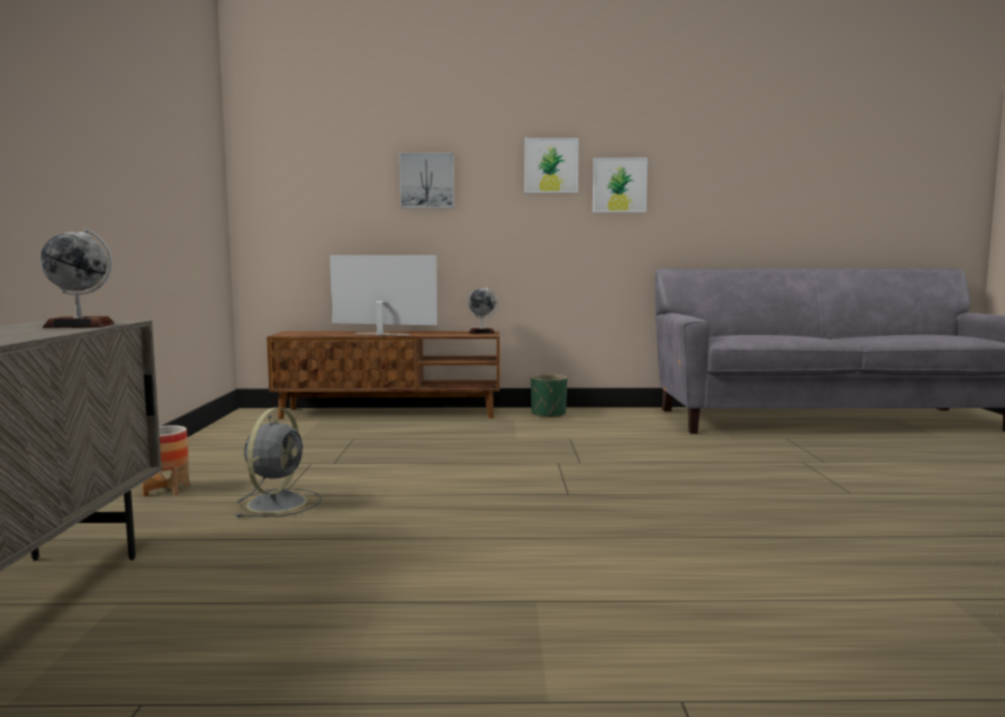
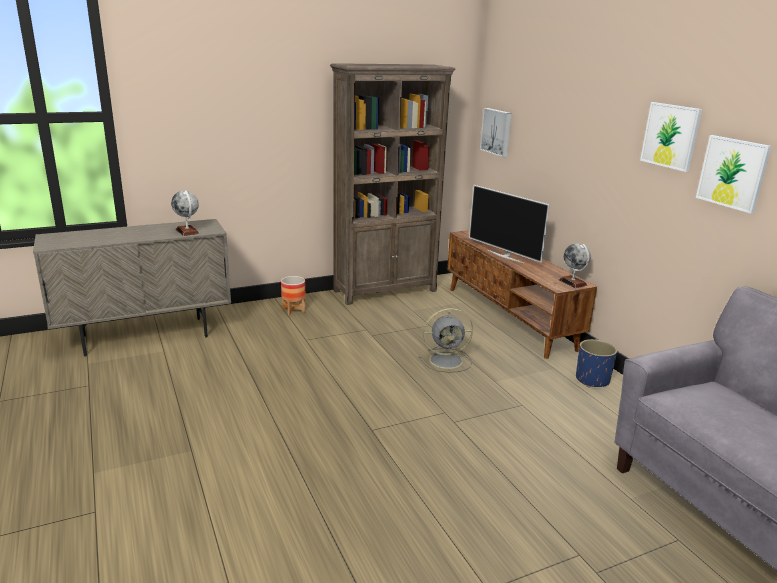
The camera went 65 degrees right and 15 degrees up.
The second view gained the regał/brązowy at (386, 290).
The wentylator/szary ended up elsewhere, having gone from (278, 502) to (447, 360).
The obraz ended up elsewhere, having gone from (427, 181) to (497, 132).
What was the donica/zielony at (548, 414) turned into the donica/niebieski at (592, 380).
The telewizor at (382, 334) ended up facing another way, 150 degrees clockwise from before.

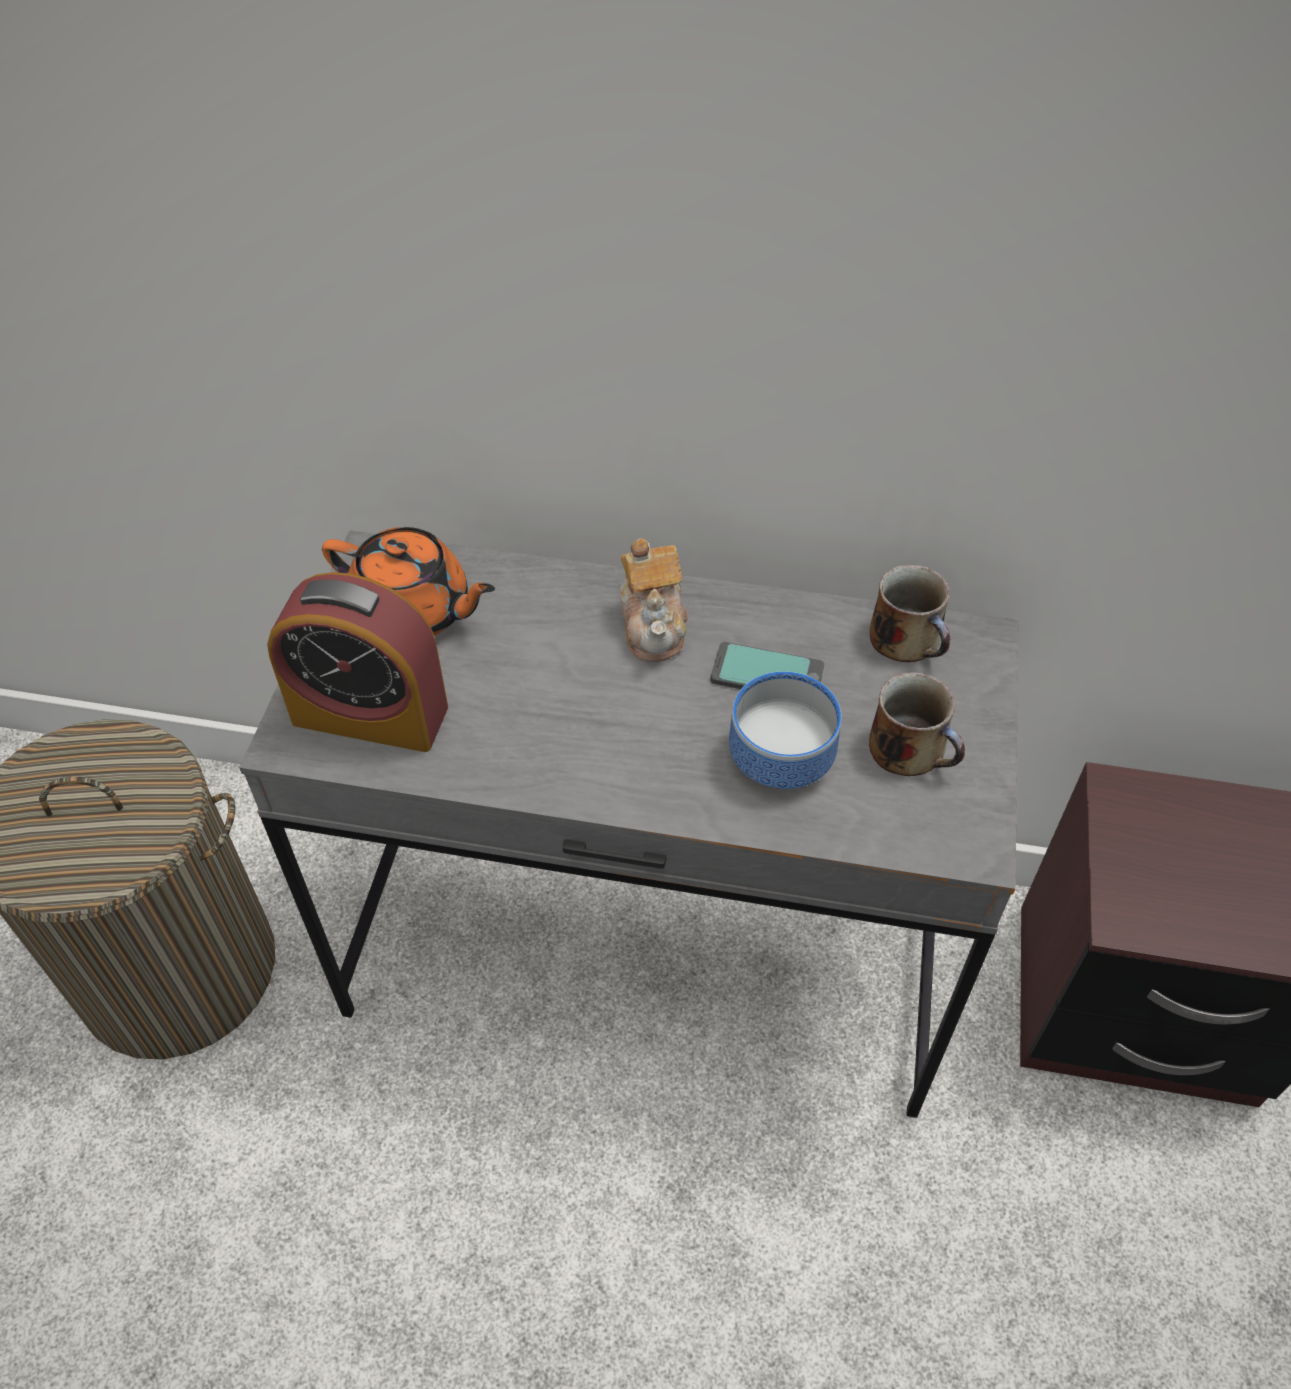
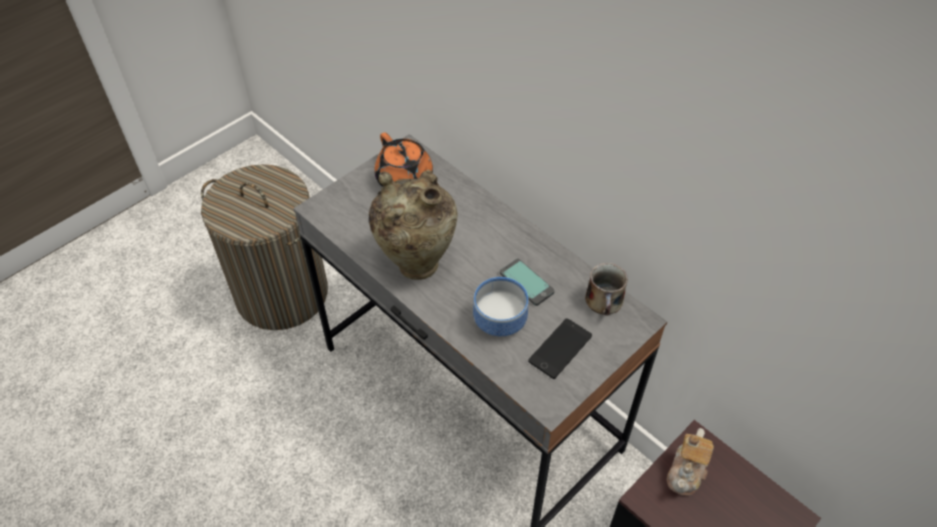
The camera went 35 degrees right and 0 degrees up.
The second view lost the budzik at (370, 714).
The second view gained the wazon/beżowy at (416, 261).
The imbryk ended up elsewhere, having gone from (654, 624) to (687, 471).
Where the kubek stood at (910, 749), the telefon came to stand at (560, 348).

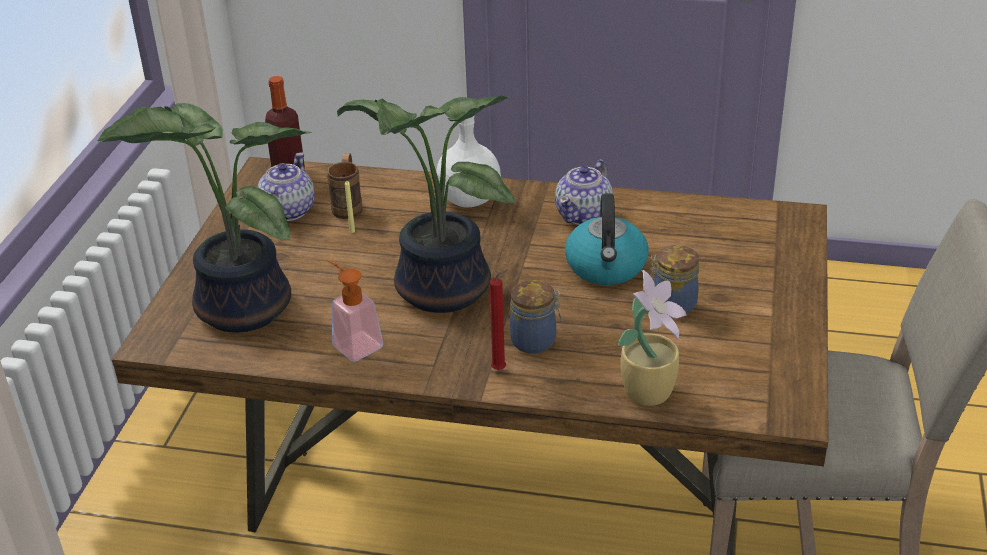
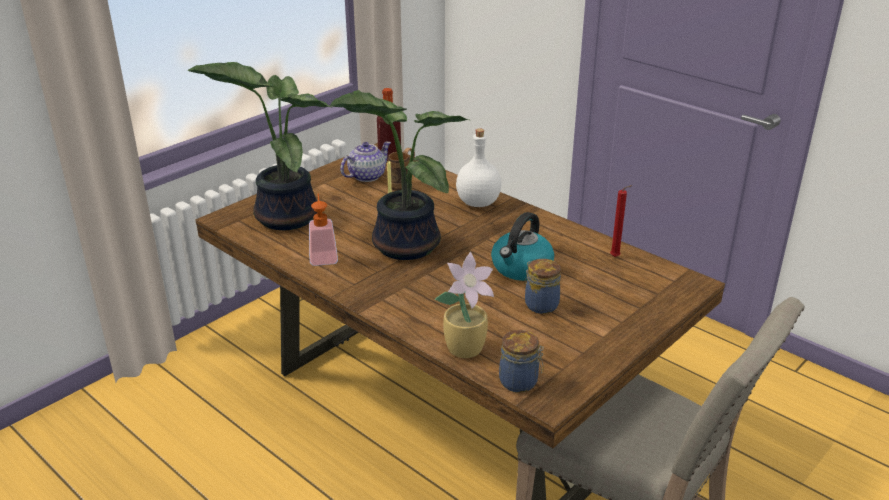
The camera went 30 degrees right and 5 degrees down.
The second view lost the imbryk at (584, 215).
The świeca/czerwony ended up elsewhere, having gone from (501, 369) to (616, 257).
The słoik ended up elsewhere, having gone from (535, 341) to (520, 382).

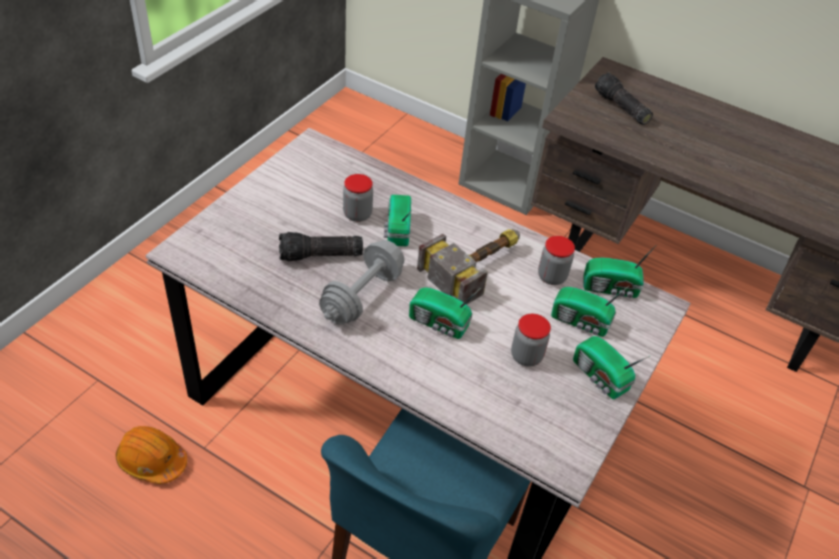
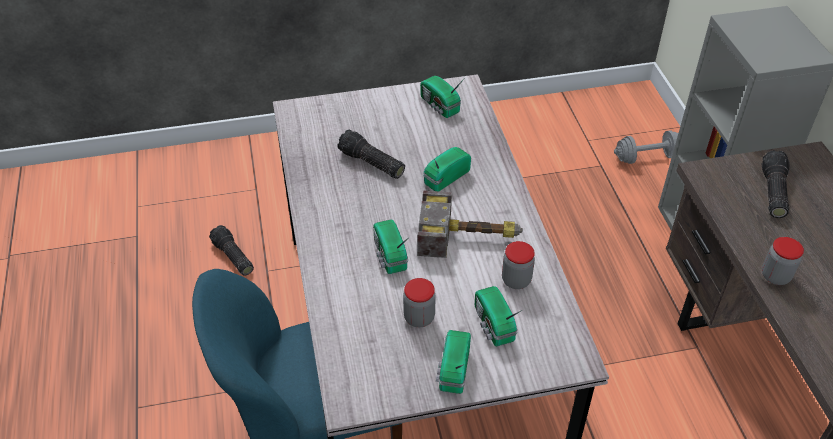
The camera went 50 degrees right and 0 degrees up.
The hantel/szary ended up elsewhere, having gone from (362, 296) to (647, 157).
The słoik ended up elsewhere, having gone from (357, 214) to (775, 276).
The radio ended up elsewhere, having gone from (612, 288) to (439, 106).
Where the kask/pomarańczowy stood at (152, 460), the latarka came to stand at (232, 257).

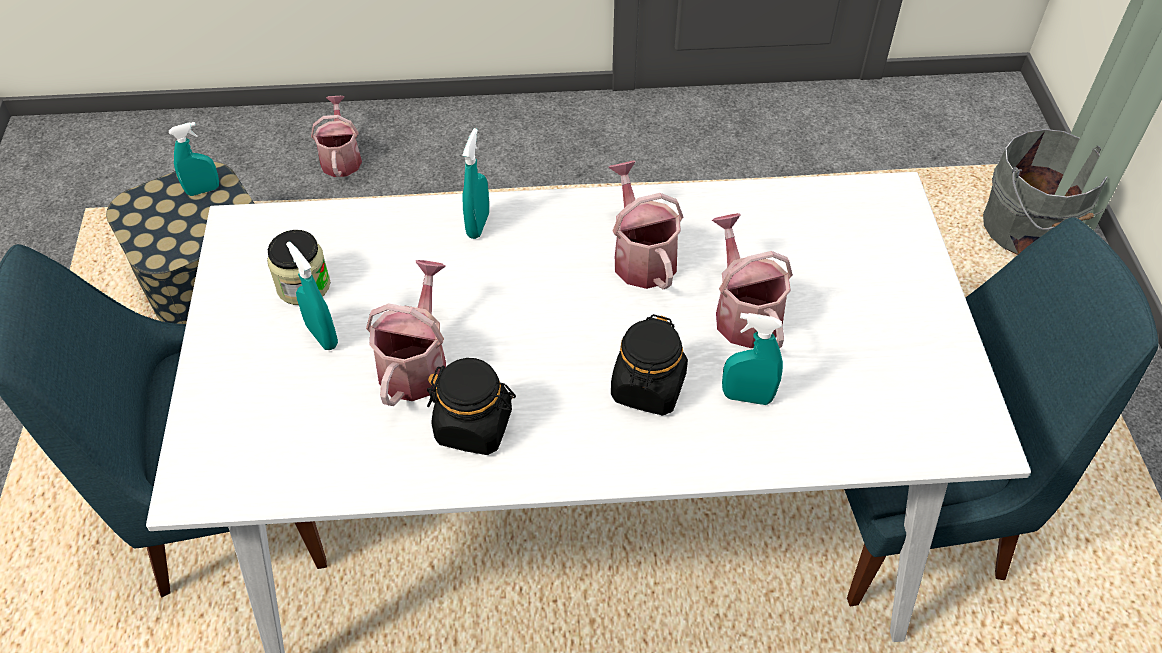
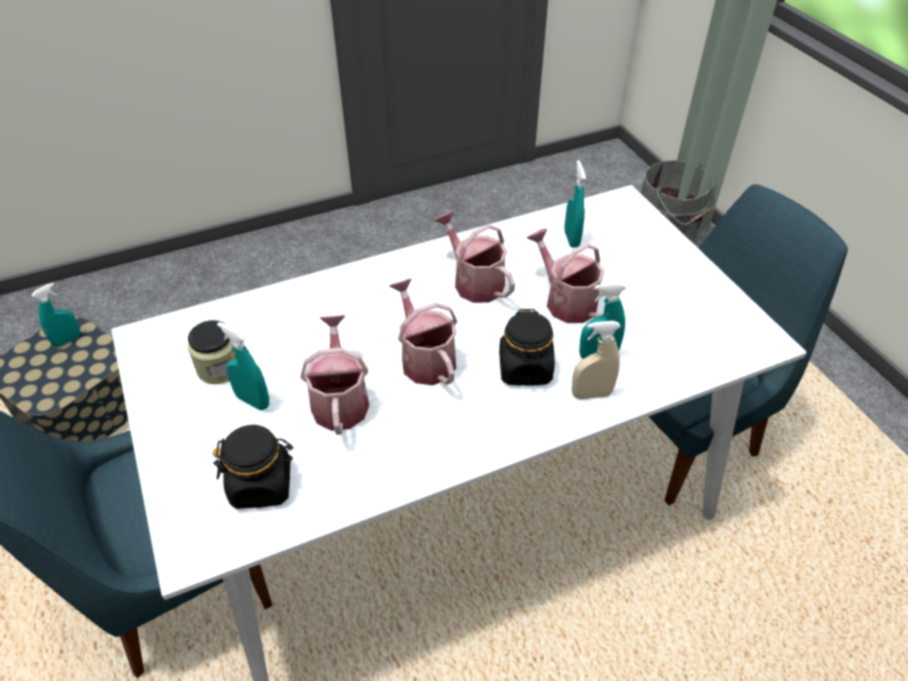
The camera went 20 degrees left and 5 degrees down.
The second view gained the spryskiwacz/beżowy at (591, 394).
The konewka ended up elsewhere, having gone from (341, 158) to (425, 358).
The słoik/czarny ended up elsewhere, having gone from (474, 426) to (262, 485).
The spryskiwacz/turkusowy ended up elsewhere, having gone from (478, 225) to (571, 239).

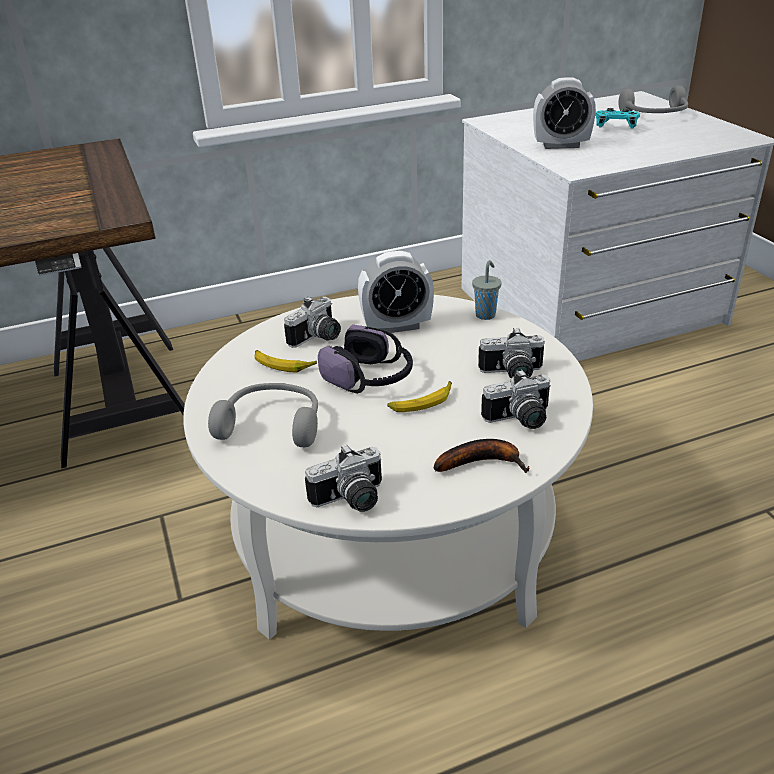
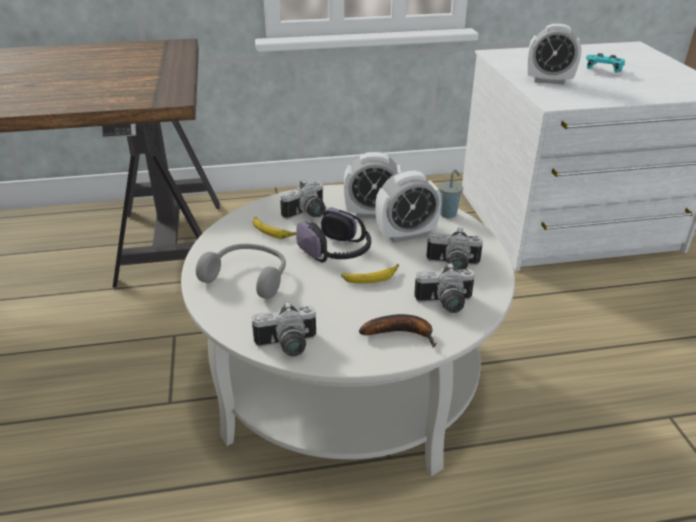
The camera went 10 degrees right and 0 degrees up.
The second view lost the słuchawki/szary at (655, 115).
The second view gained the budzik at (406, 235).

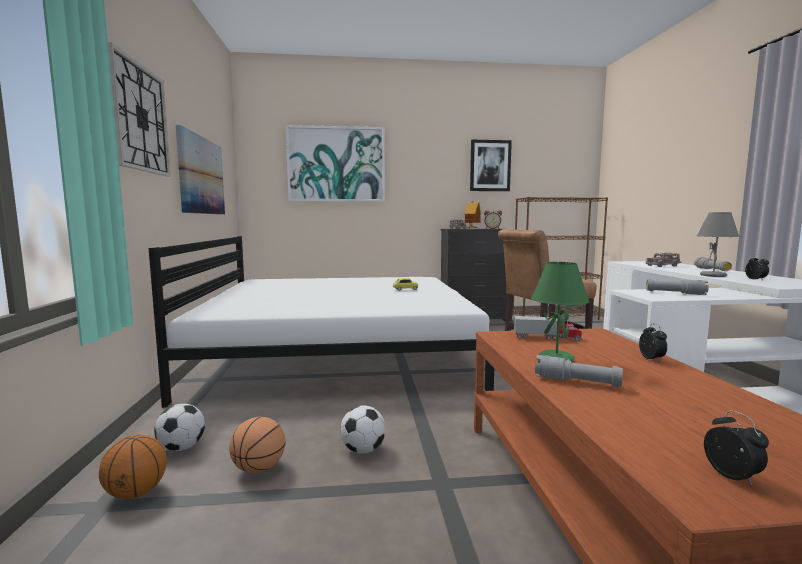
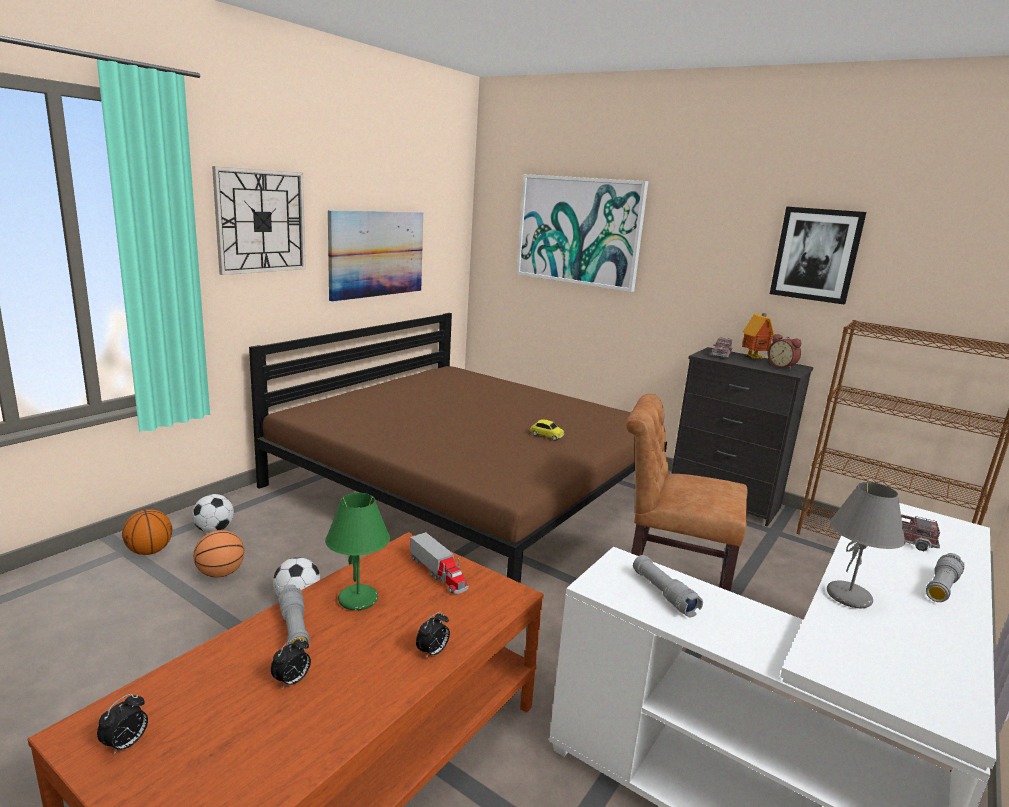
The camera went 40 degrees right and 10 degrees up.
The budzik ended up elsewhere, having gone from (756, 280) to (292, 681).
What was the łóżko/biały at (338, 352) turned into the łóżko/brązowy at (467, 486).

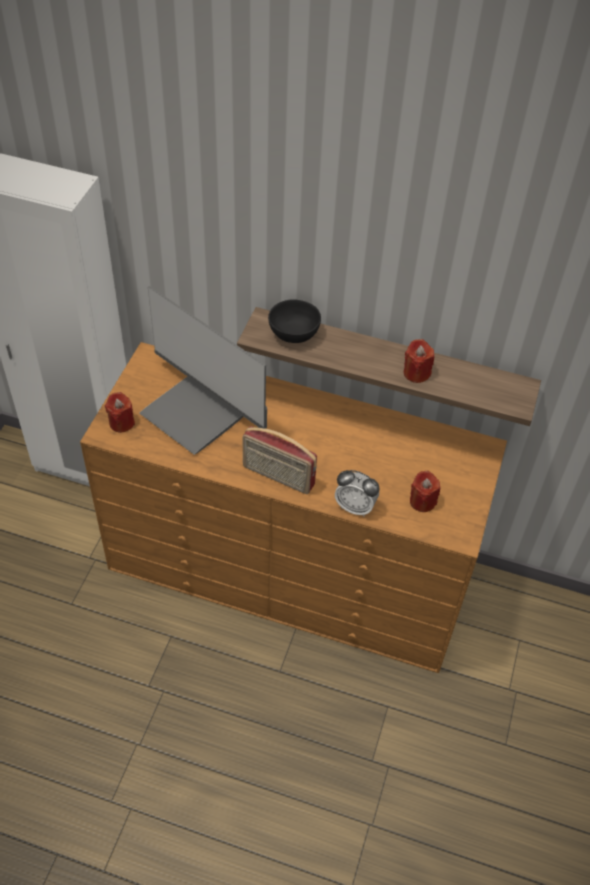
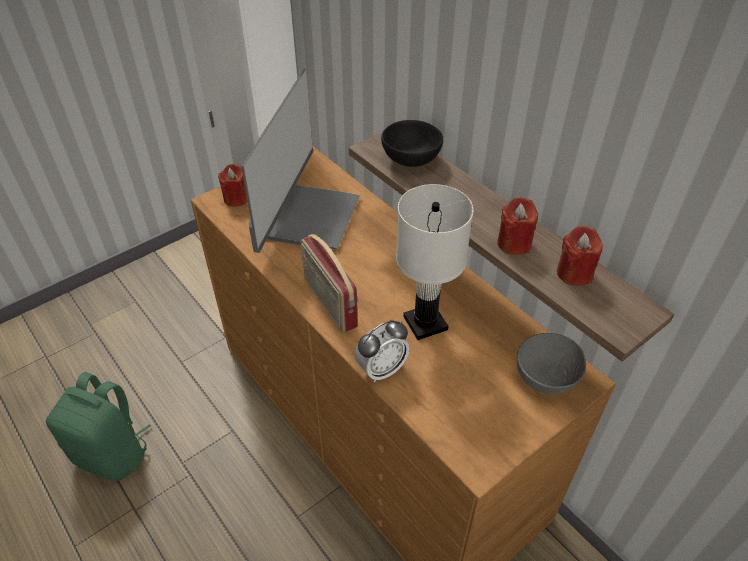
The camera went 35 degrees right and 5 degrees down.
The second view gained the plecak/zielony at (113, 453).
The second view gained the lampa stołowa/biały at (425, 322).
The second view gained the miska/szary at (548, 377).
The świeca/czerwony ended up elsewhere, having gone from (422, 501) to (574, 273).
The monitor at (197, 412) ended up facing another way, 150 degrees counterclockwise from before.
The budzik at (355, 507) ended up facing another way, 90 degrees counterclockwise from before.

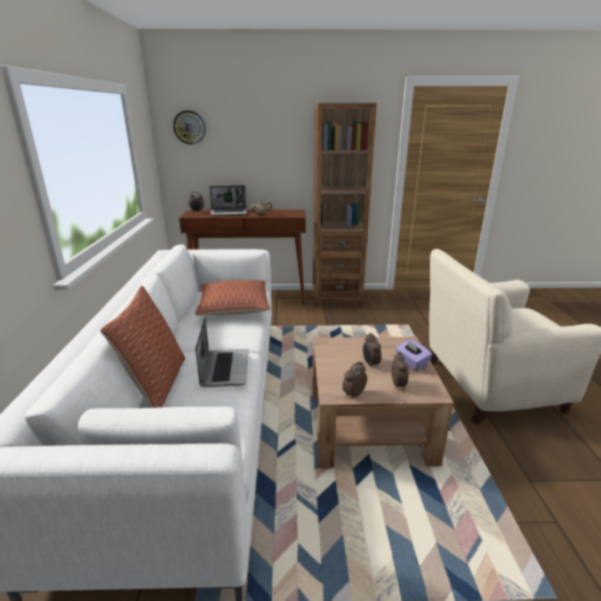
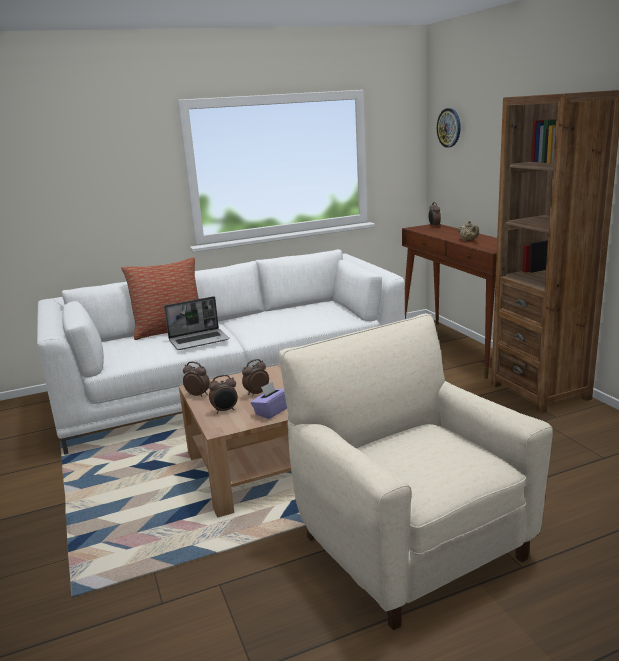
The camera went 70 degrees right and 5 degrees down.
The second view lost the poduszka at (233, 308).
The second view lost the laptop at (229, 213).

